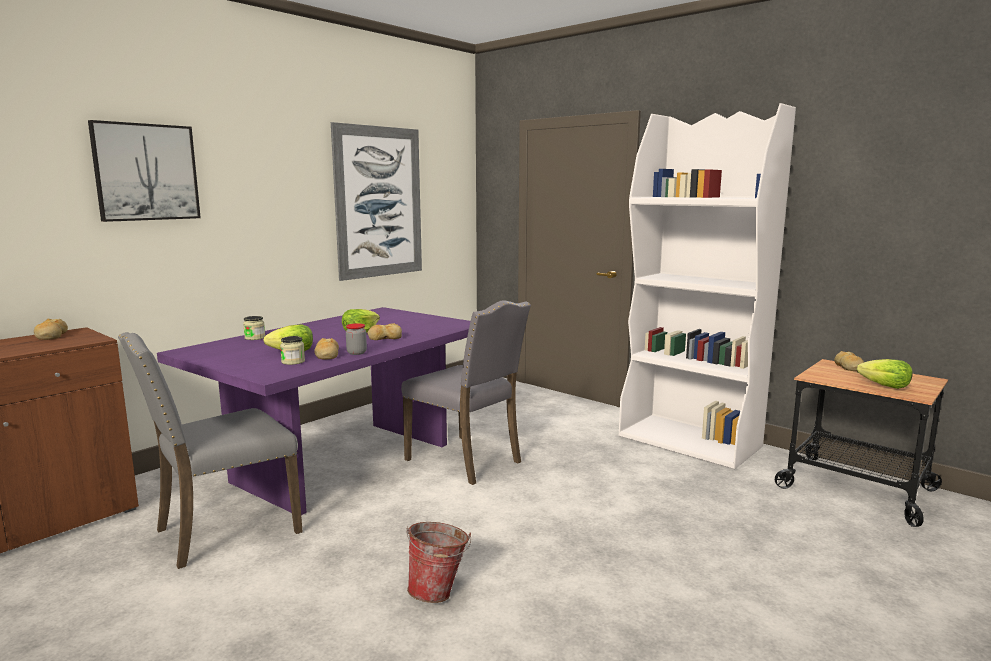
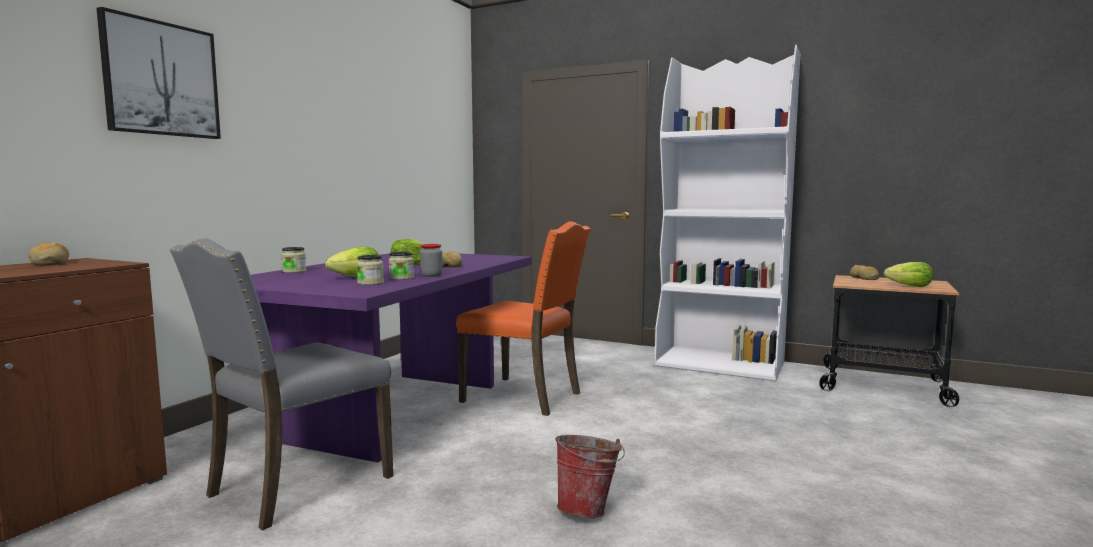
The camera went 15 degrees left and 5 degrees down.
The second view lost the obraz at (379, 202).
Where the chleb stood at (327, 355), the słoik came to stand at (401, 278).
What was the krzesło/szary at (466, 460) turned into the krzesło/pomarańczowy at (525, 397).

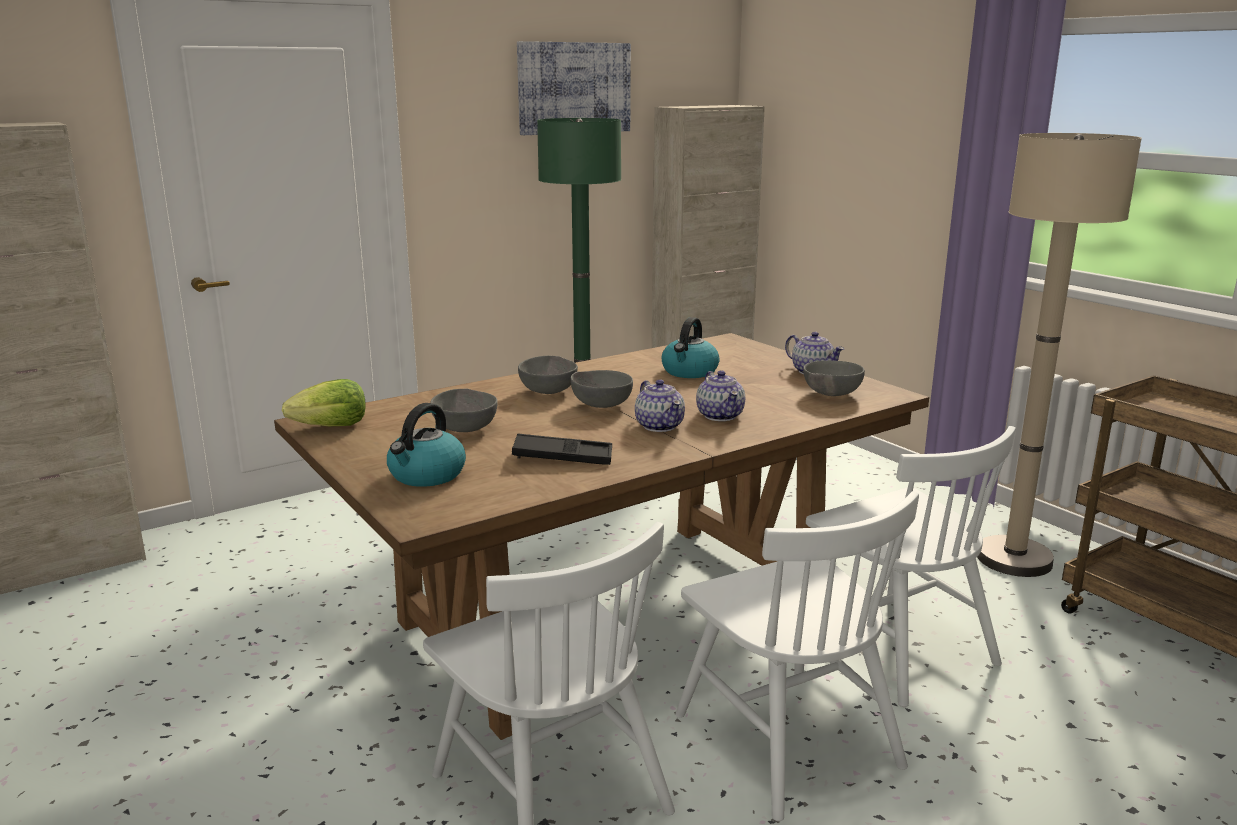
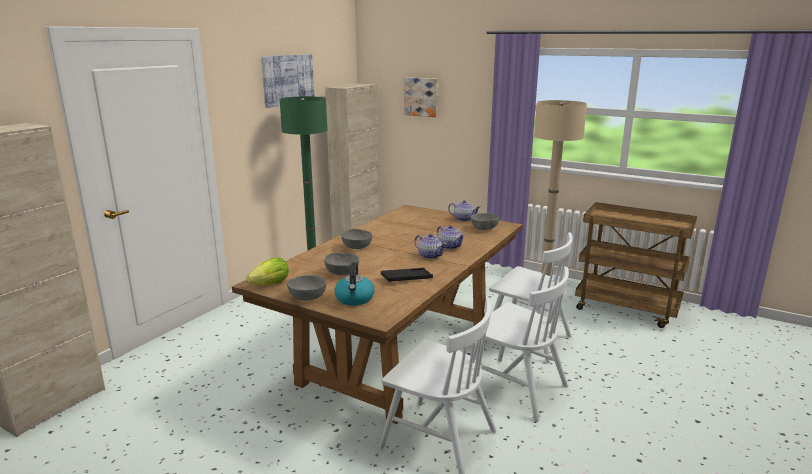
The camera went 25 degrees left and 0 degrees up.
The second view lost the czajnik at (689, 372).
The second view gained the obraz at (421, 97).
The miska/szary ended up elsewhere, having gone from (601, 405) to (306, 298).

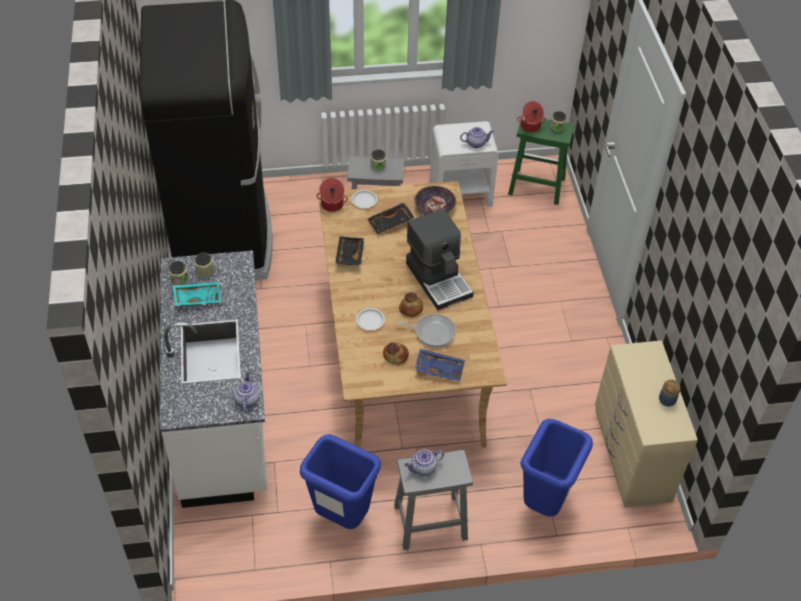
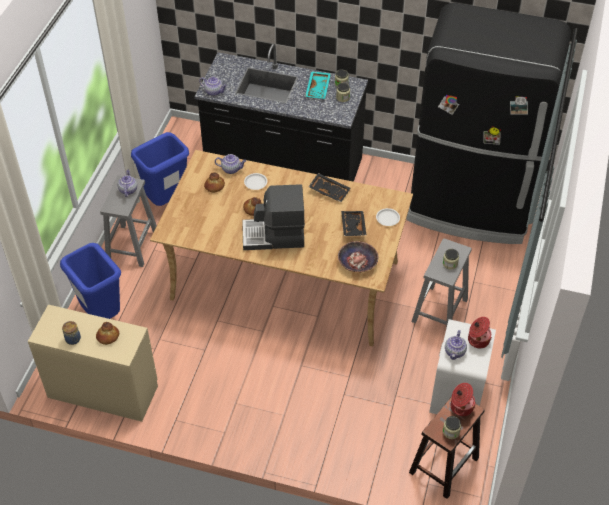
The camera went 115 degrees right and 0 degrees up.
The second view lost the patelnia at (432, 332).
The second view lost the taca/niebieski at (439, 368).
The second view gained the chleb at (108, 337).
The second view gained the imbryk at (231, 169).
The garnek ended up elsewhere, having gone from (332, 205) to (477, 340).
What was the zabudowa kuchenna/biały at (224, 417) turned into the zabudowa kuchenna/czarny at (283, 165).
What was the stołek/zielony at (535, 186) turned into the stołek/brązowy at (444, 464).

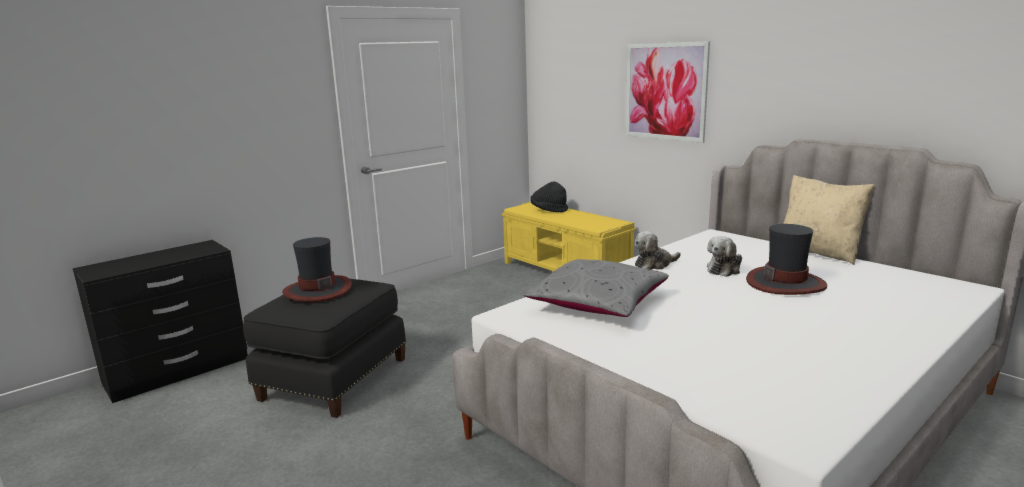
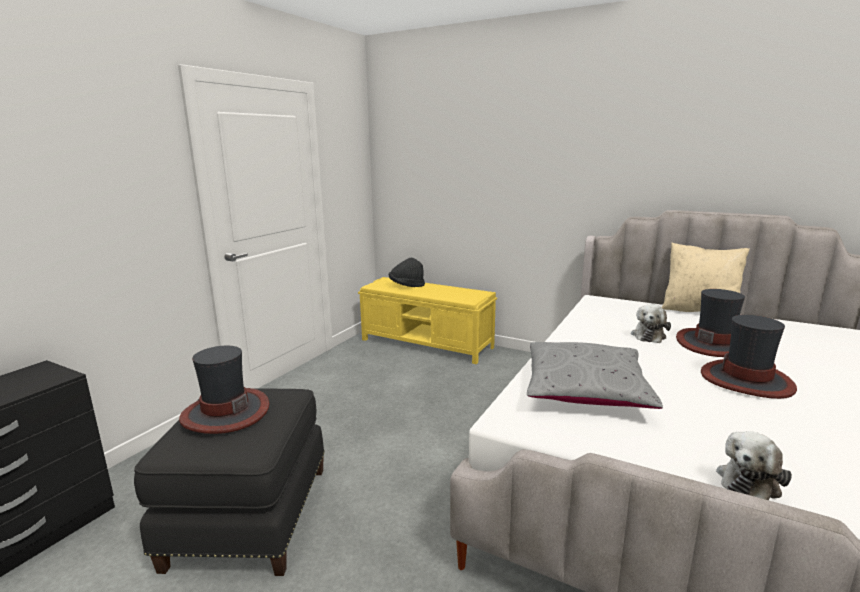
The camera went 20 degrees left and 0 degrees up.
The second view lost the obraz at (665, 91).
The second view gained the kapelusz at (747, 380).
The pluszak ended up elsewhere, having gone from (654, 264) to (750, 481).

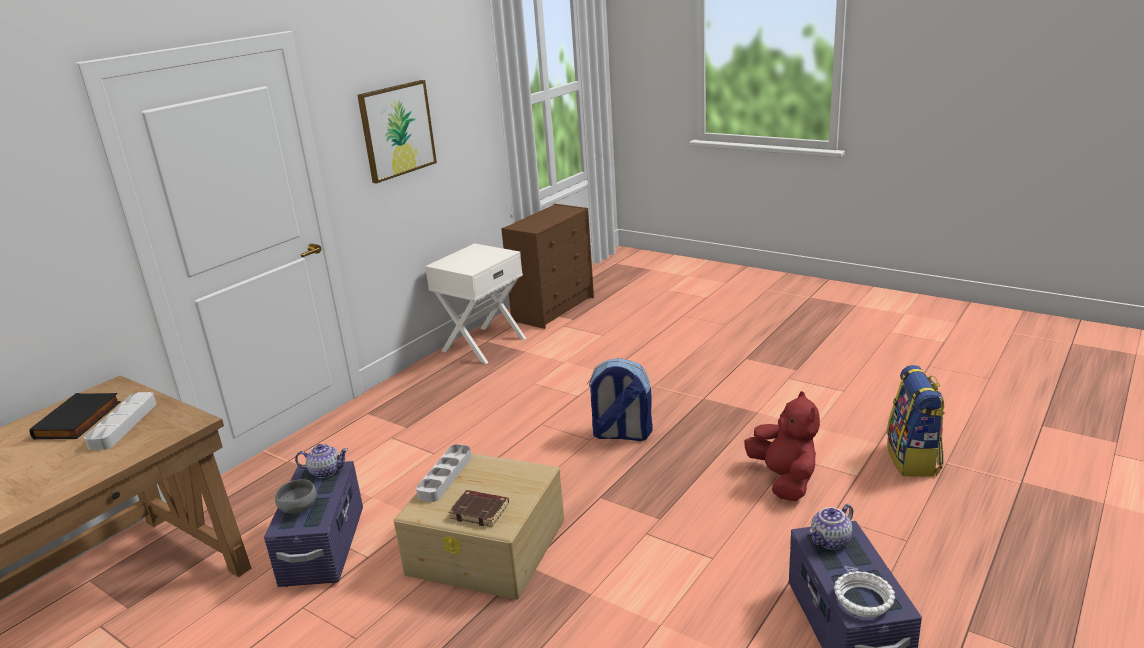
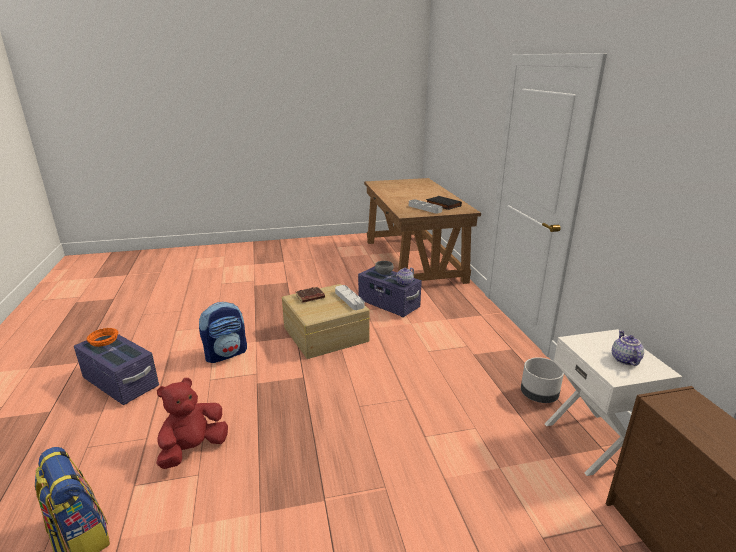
The camera went 130 degrees right and 0 degrees up.
The second view lost the obraz at (397, 130).
The second view gained the donica/szary at (538, 395).
The plecak ended up elsewhere, having gone from (620, 434) to (226, 354).
The imbryk ended up elsewhere, having gone from (831, 541) to (624, 359).
What was the miska/biały at (863, 600) turned into the miska/pomarańczowy at (103, 340).
The pluszak/czerwony at (784, 480) ended up facing another way, 105 degrees clockwise from before.

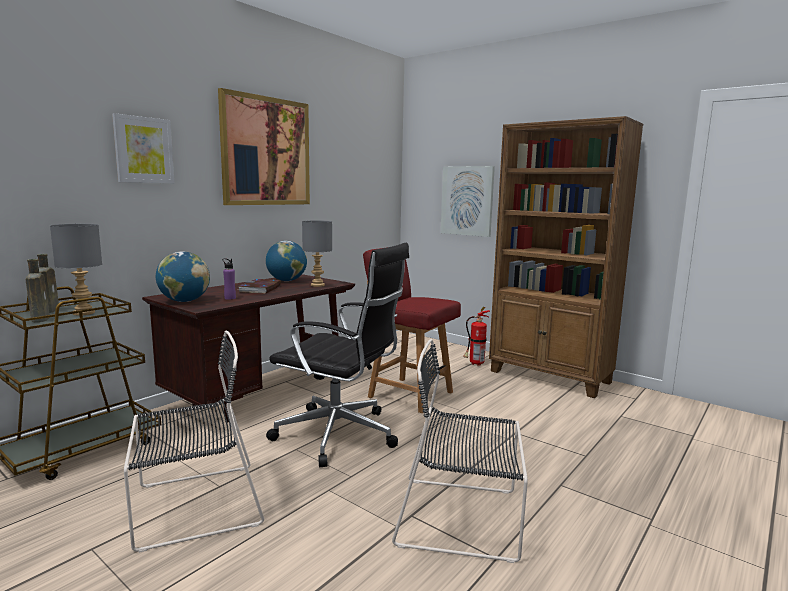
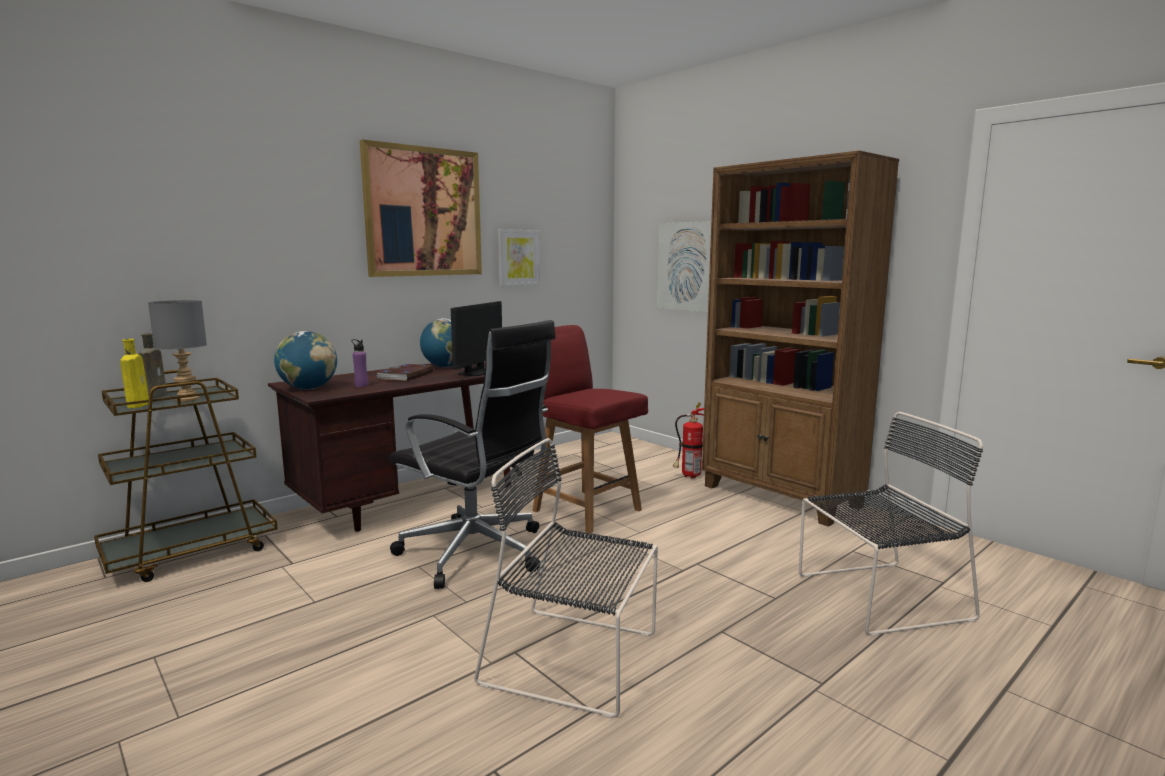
The camera went 10 degrees right and 0 degrees up.
The obraz ended up elsewhere, having gone from (143, 150) to (518, 258).
The krzesło/czarny ended up elsewhere, having gone from (193, 505) to (877, 597).
Where the lampa stołowa/szary stood at (317, 285), the monitor came to stand at (477, 372).
What was the butelka/brązowy at (41, 319) turned into the butelka/żółty at (139, 405).

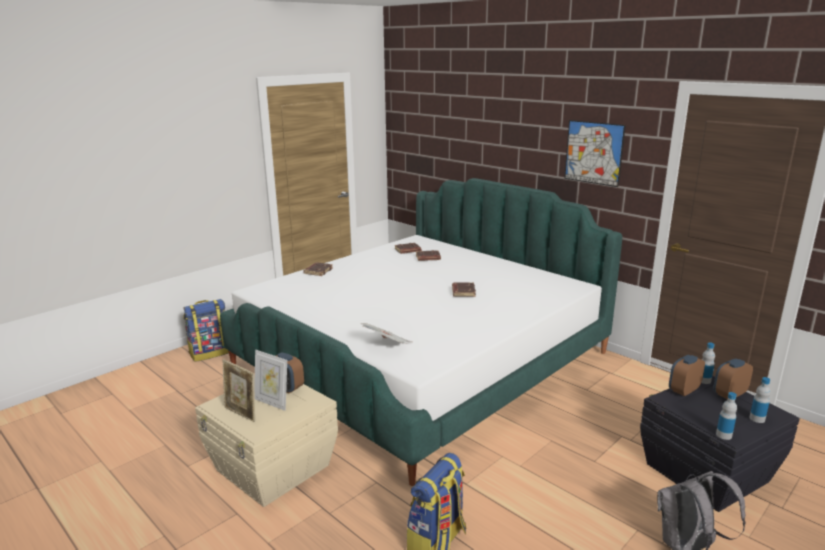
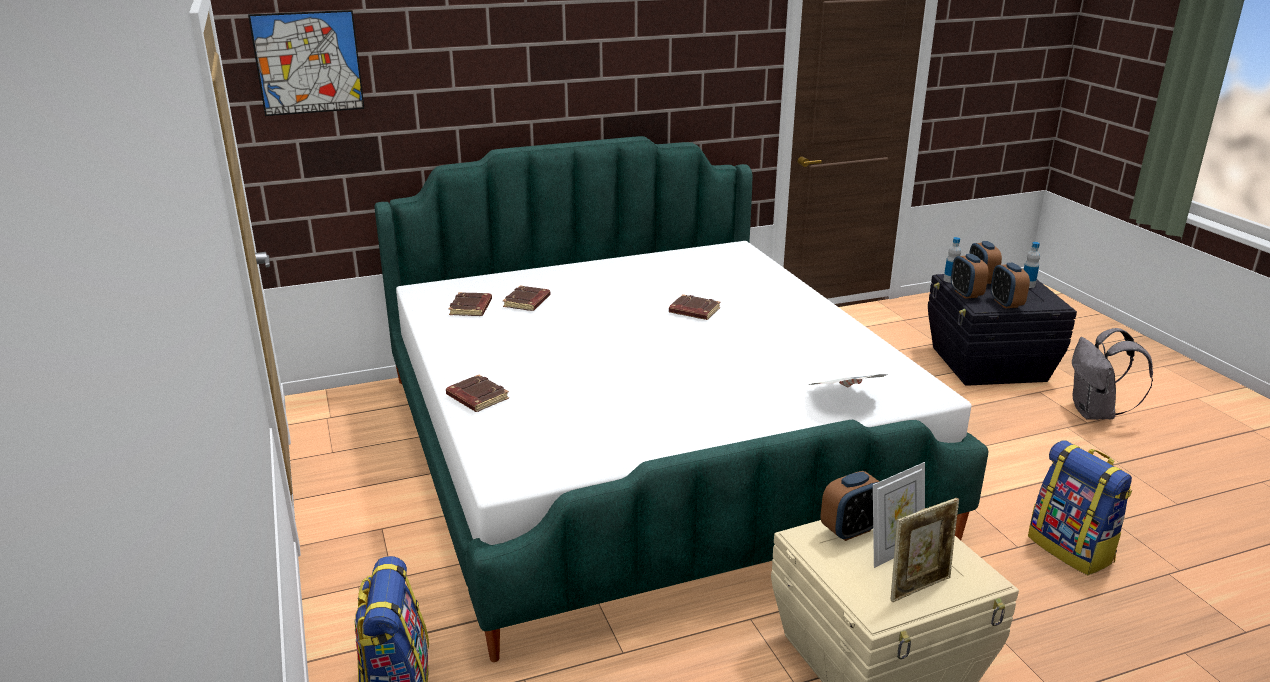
The camera went 65 degrees left and 5 degrees up.
The second view lost the butelka at (724, 435).
The second view gained the budzik at (1006, 303).
The obraz ended up elsewhere, having gone from (593, 152) to (308, 63).

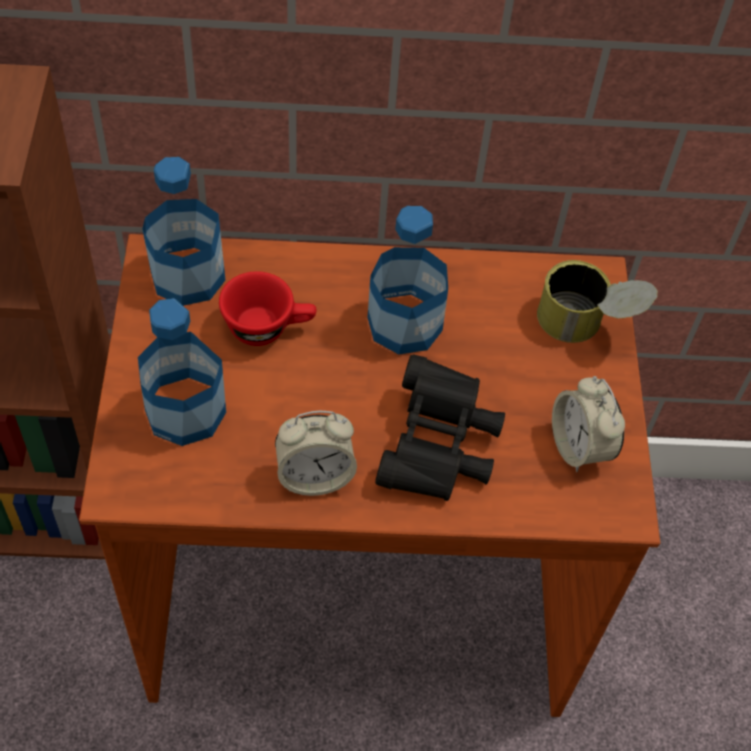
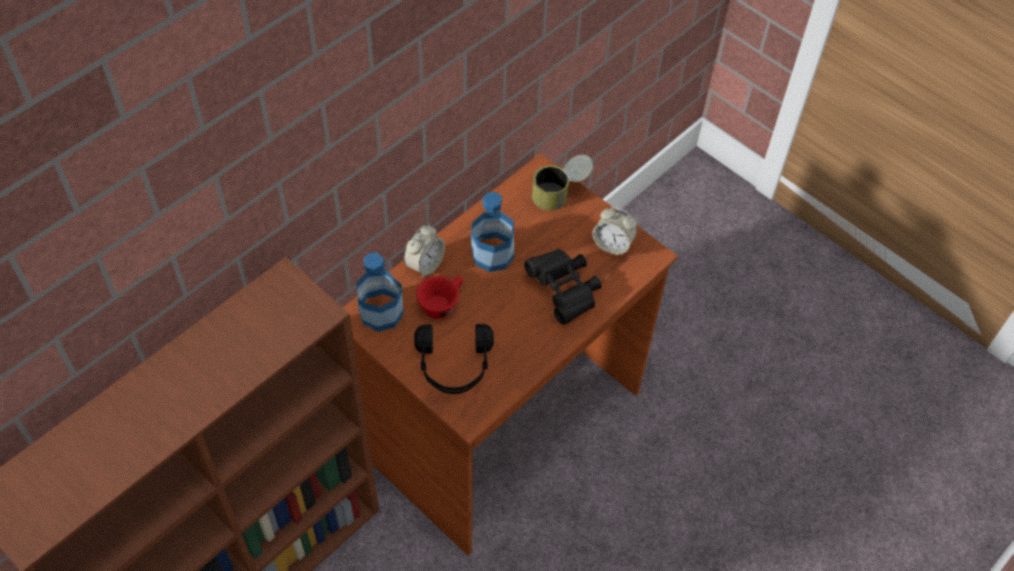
The camera went 45 degrees left and 0 degrees up.
The budzik ended up elsewhere, having gone from (314, 475) to (425, 265).
Where the butelka stood at (185, 411), the słuchawki/czarny came to stand at (454, 366).

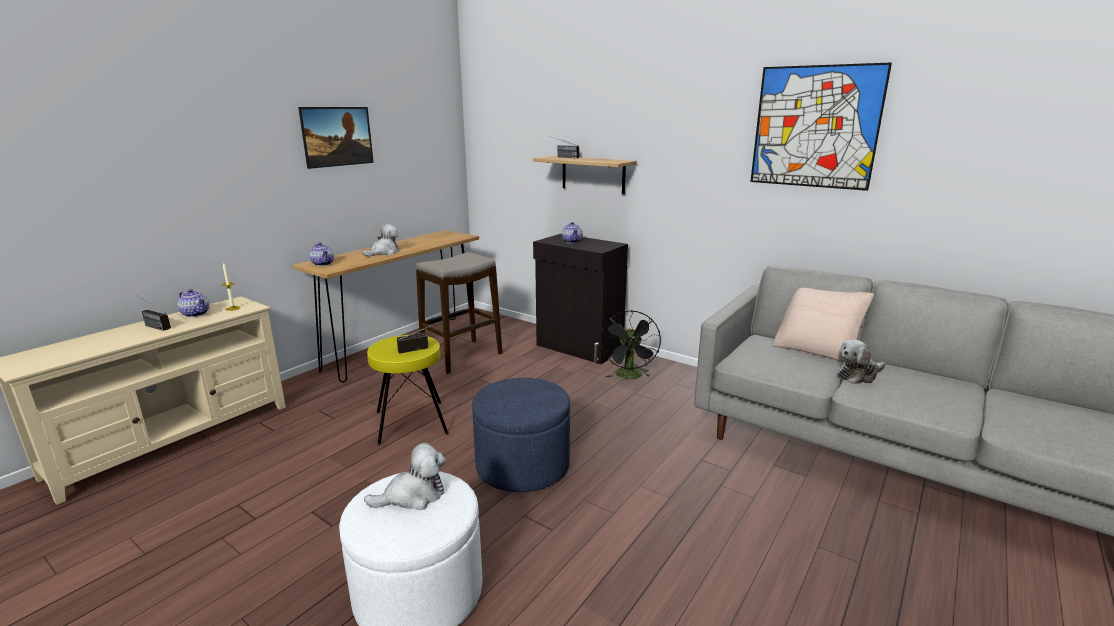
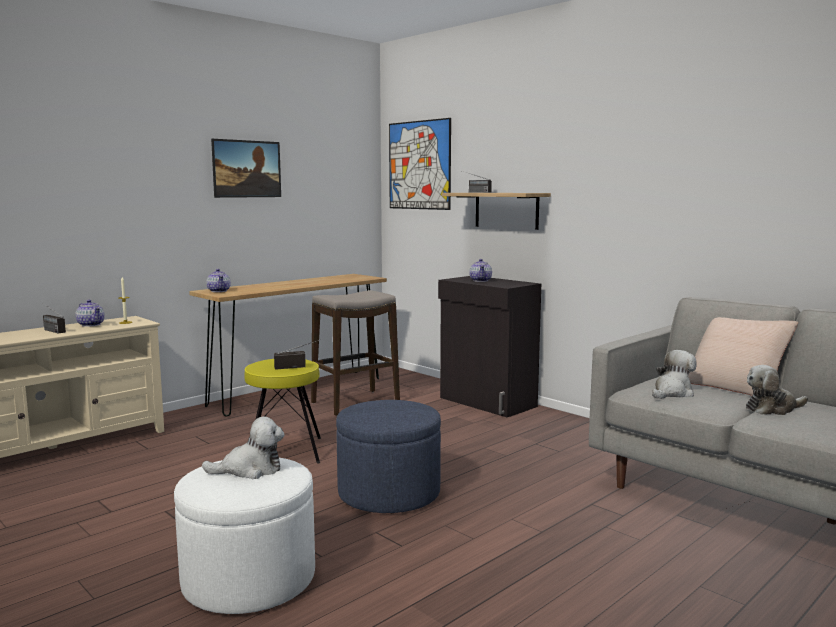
The camera went 10 degrees right and 10 degrees down.
The second view lost the wentylator/czarny at (630, 377).
The pluszak ended up elsewhere, having gone from (384, 252) to (672, 393).
The obraz ended up elsewhere, having gone from (815, 127) to (419, 165).

